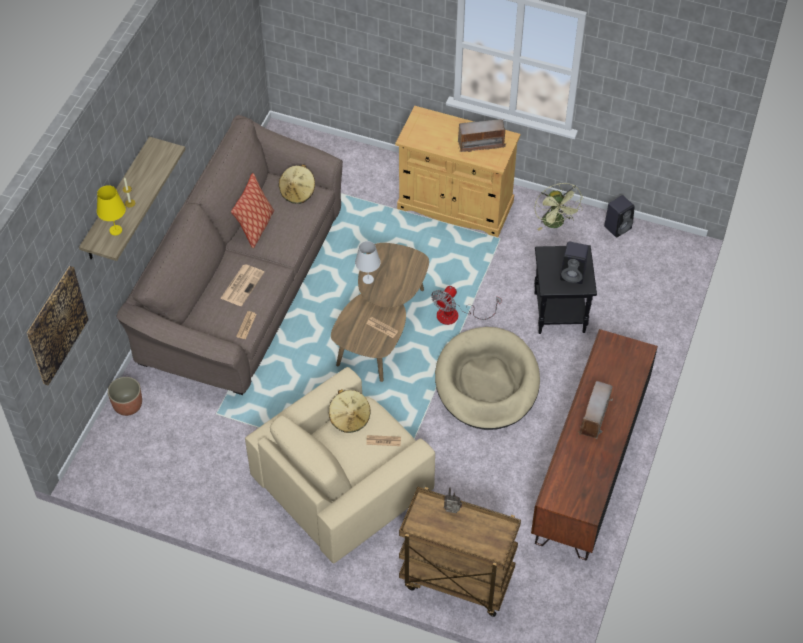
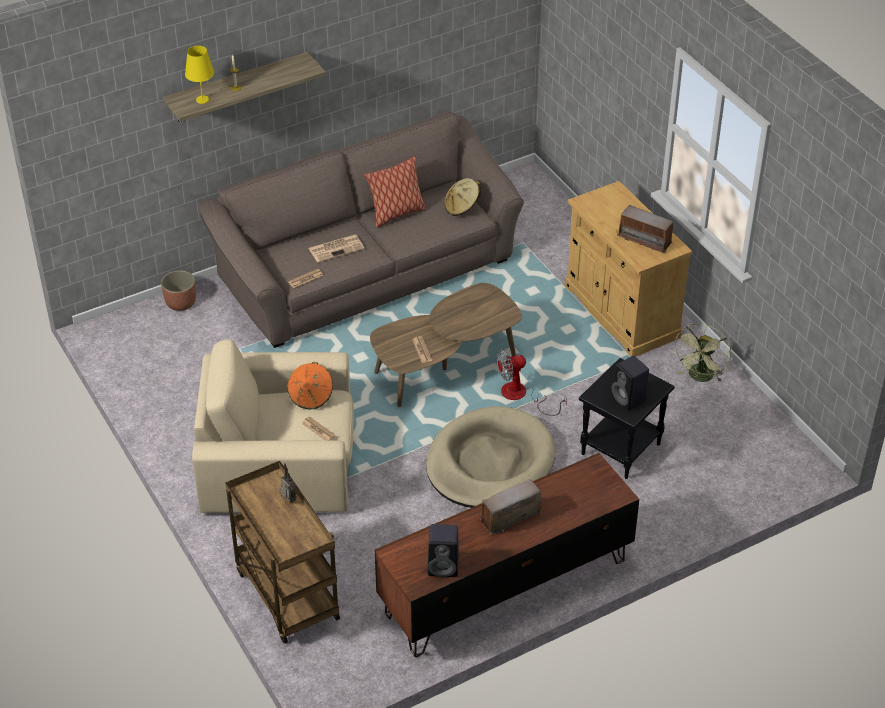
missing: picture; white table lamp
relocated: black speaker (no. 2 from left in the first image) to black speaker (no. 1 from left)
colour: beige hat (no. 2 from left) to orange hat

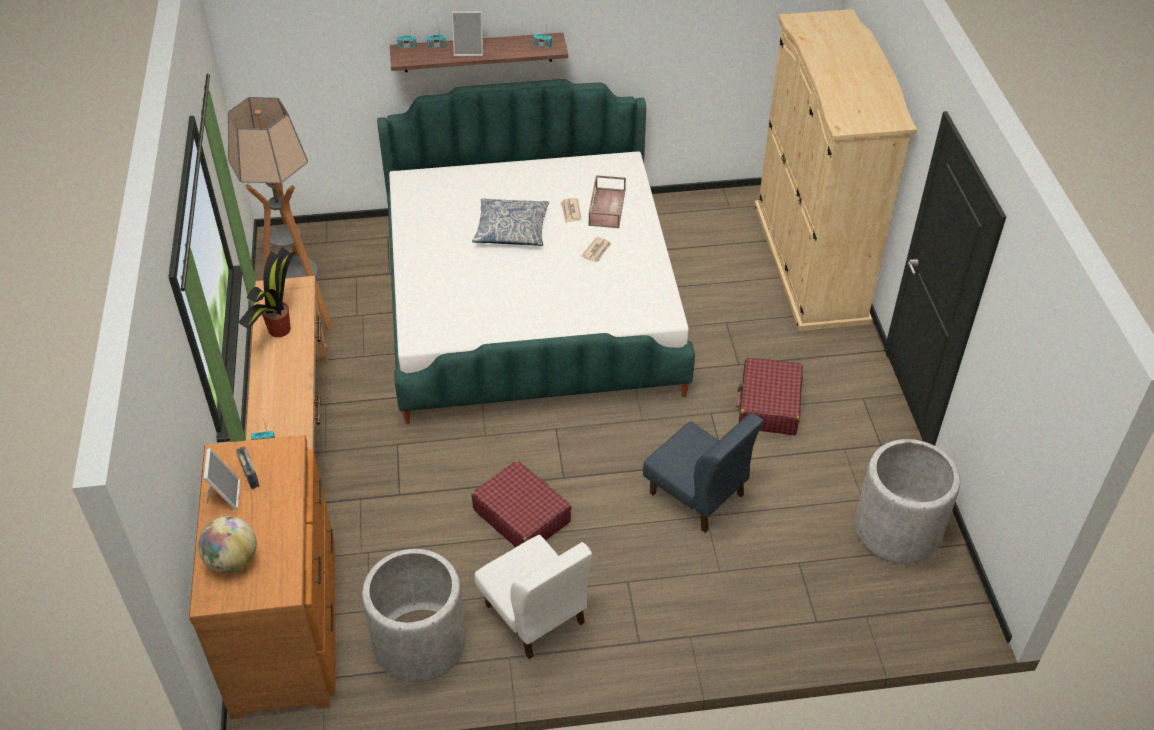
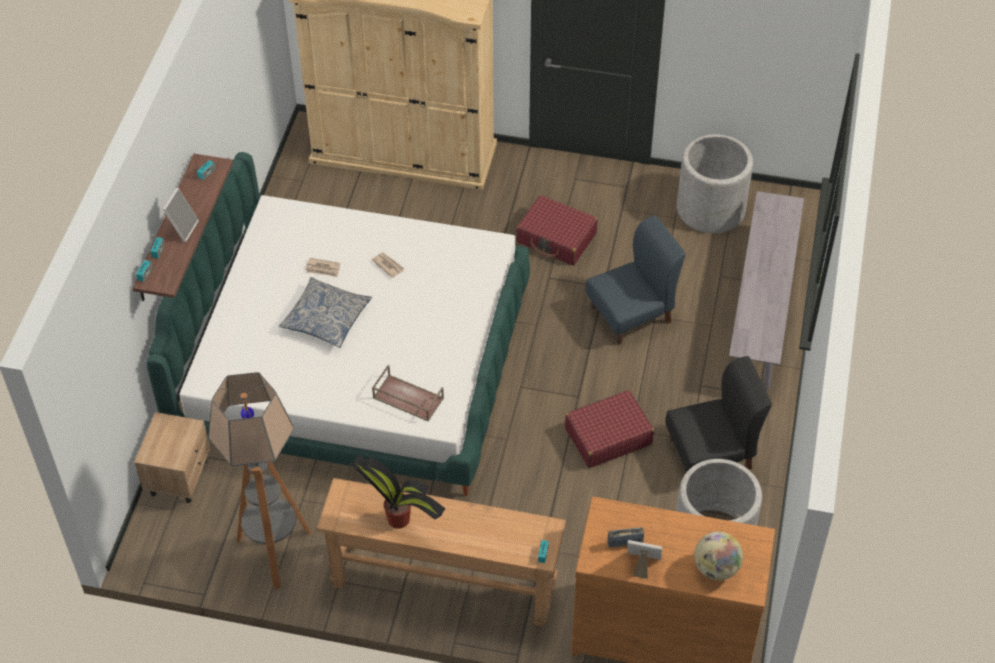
appeared: beige nightstand; grey bench
relocated: brown tray
colour: white chair to black chair

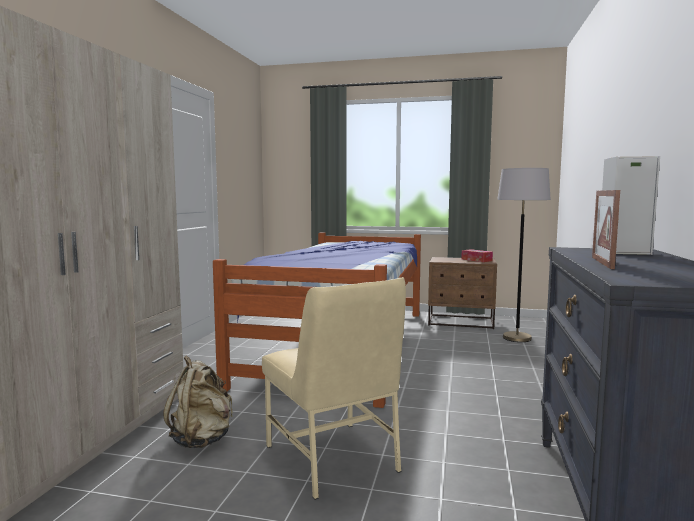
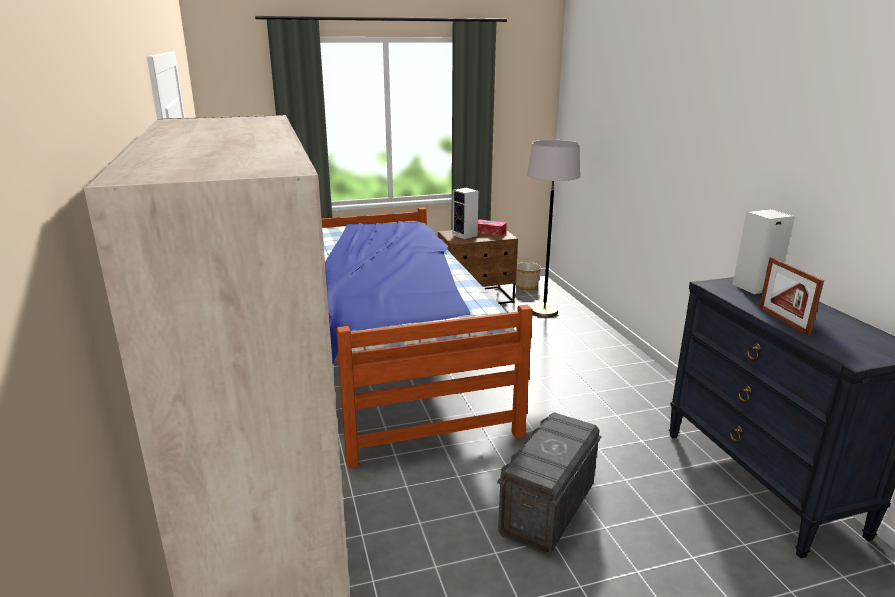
missing: beige backpack
appeared: speaker (no. 1 from left); planter
exchanged: beige chair to grey storage box

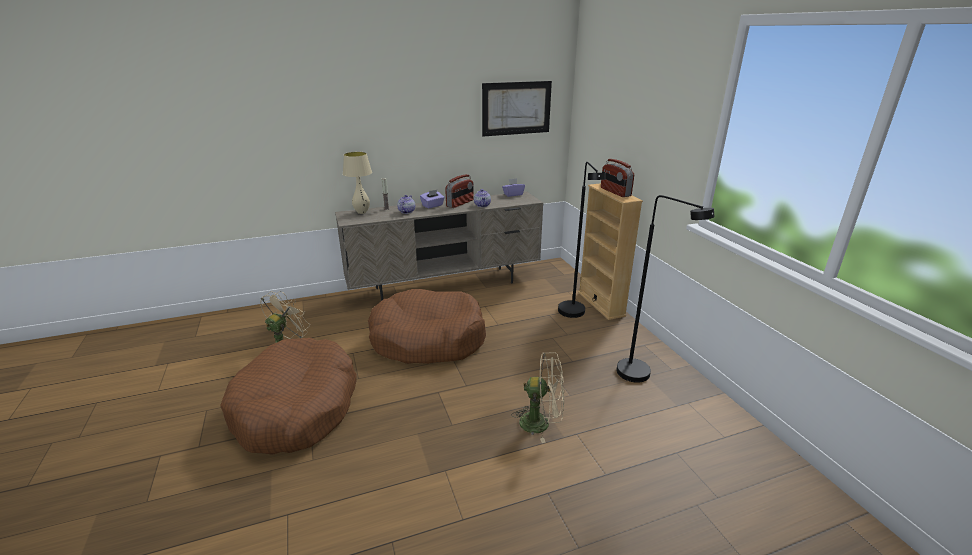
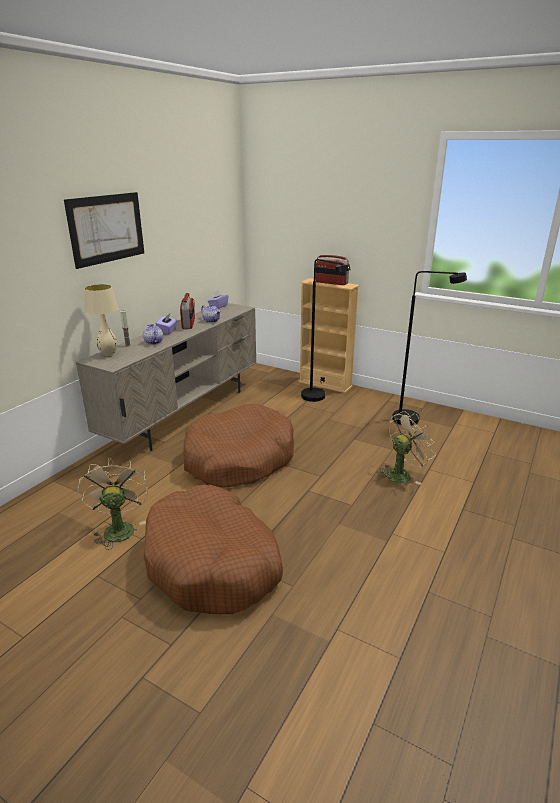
relocated: picture

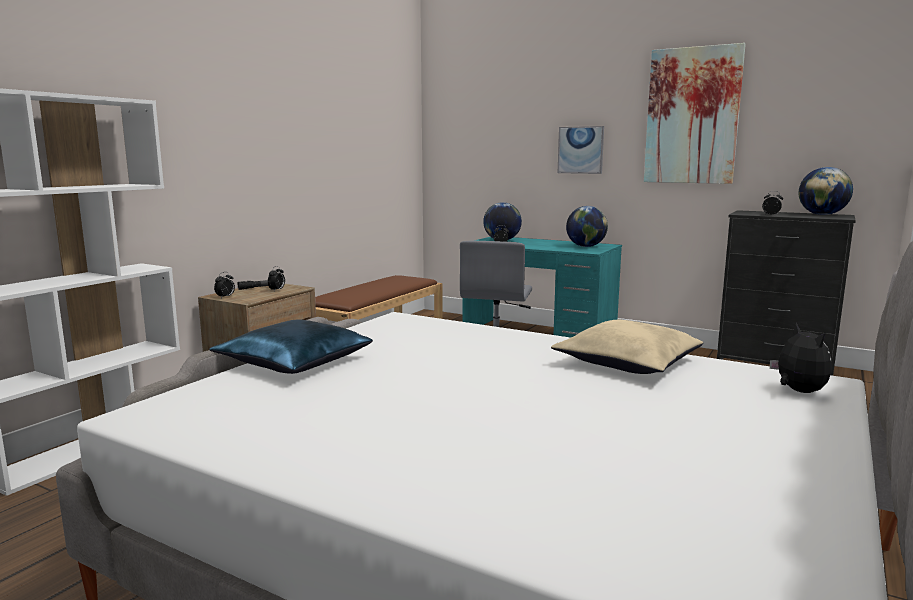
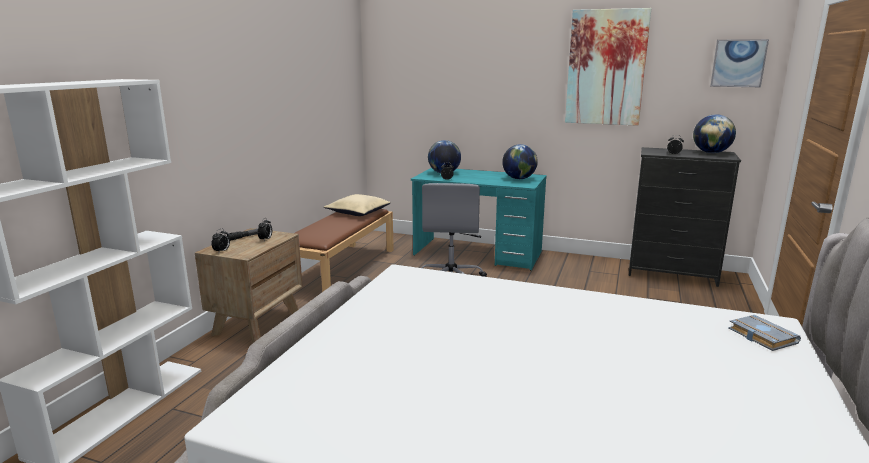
missing: blue pillow
relocated: beige pillow; picture (no. 1 from left in the first image) to picture (no. 2 from left)
exchanged: plush toy to grey book

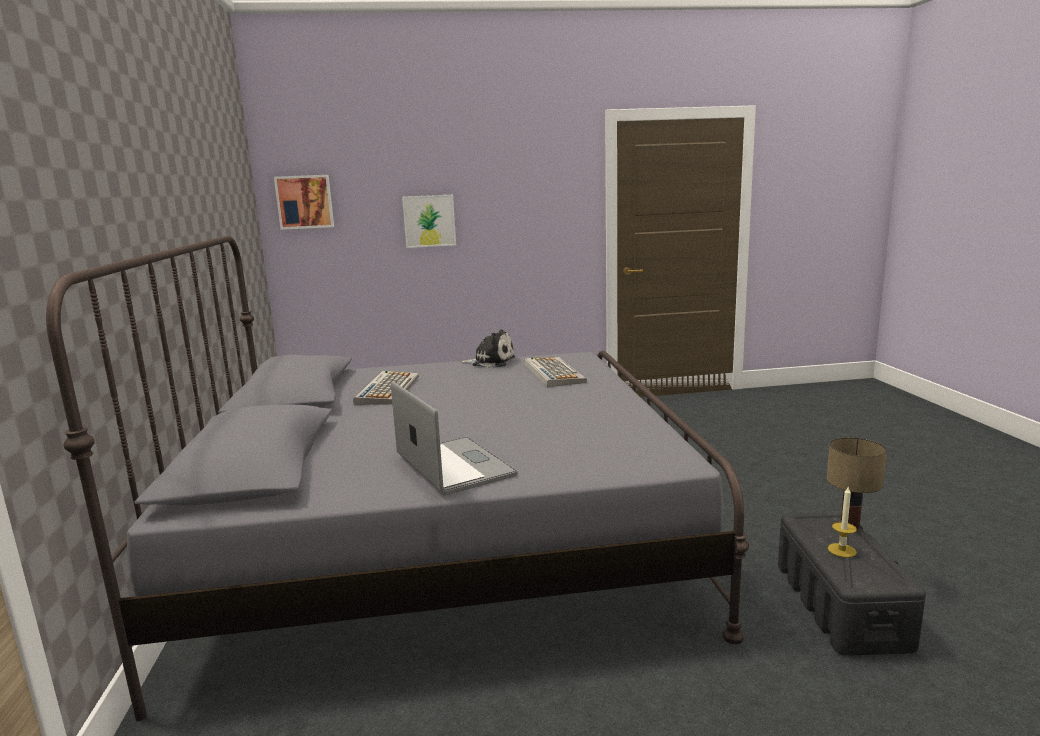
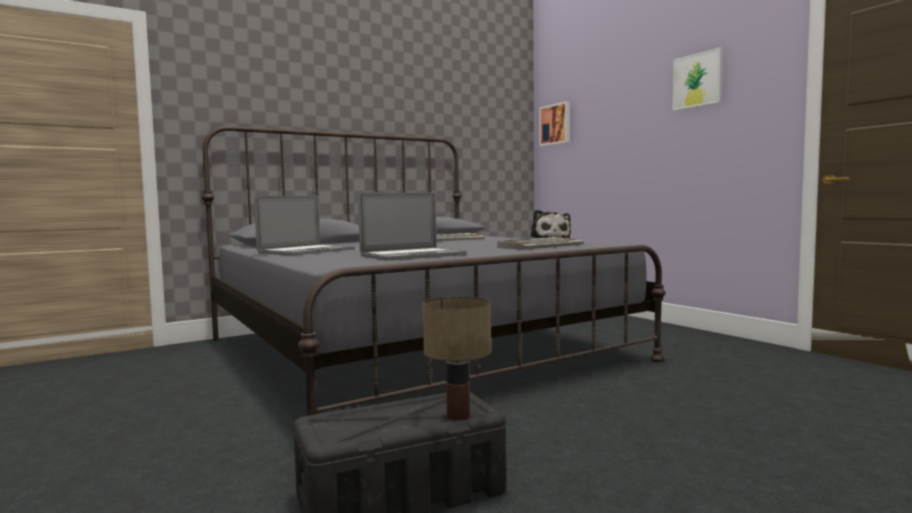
missing: candle
appeared: laptop (no. 2 from left)
relocated: picture (no. 2 from left)

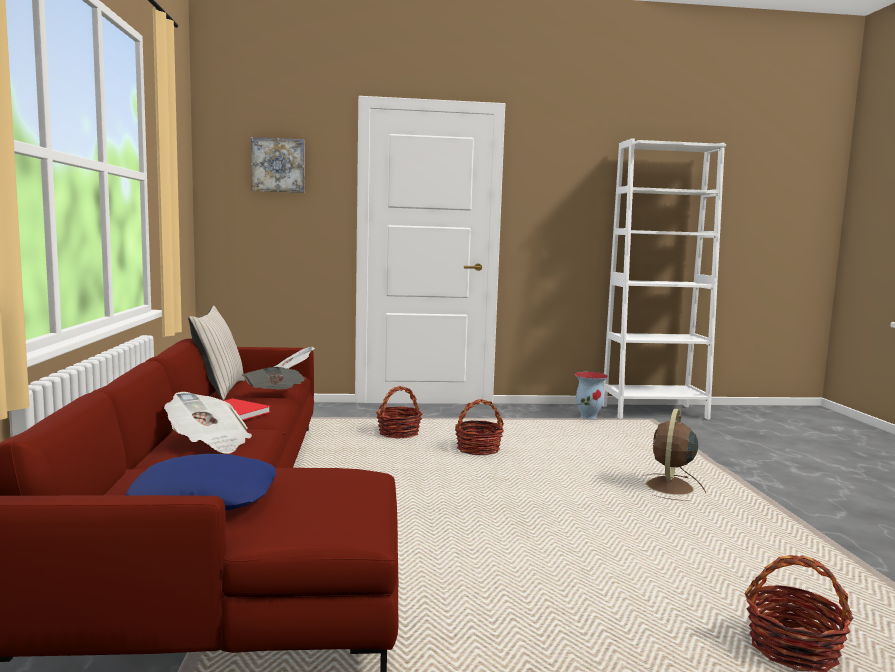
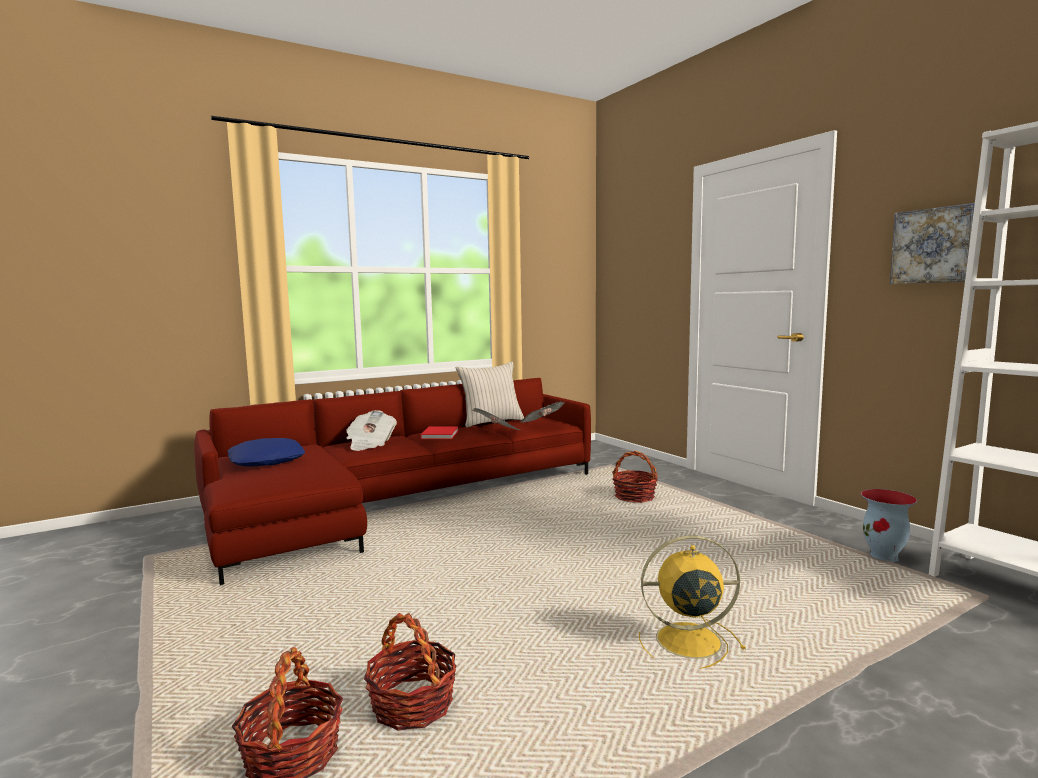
relocated: picture; basket (no. 2 from left)
colour: brown fan to yellow fan

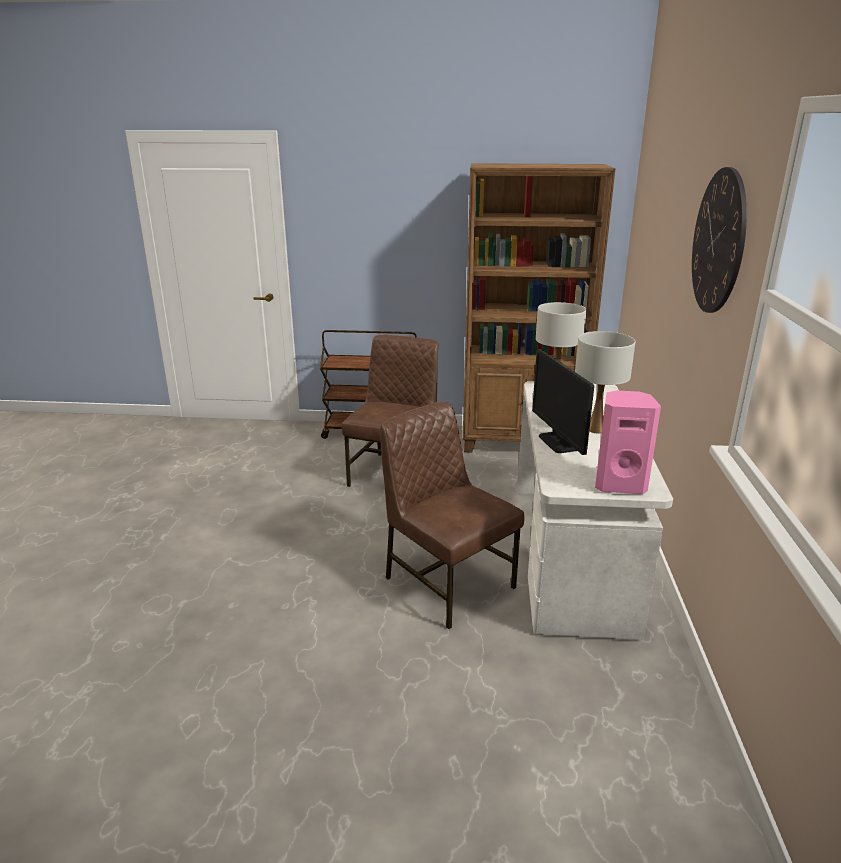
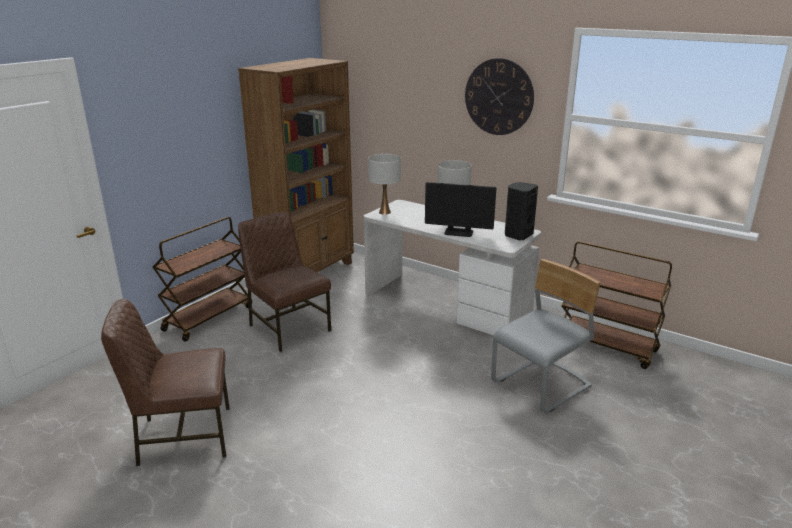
appeared: grey chair; brown cart (no. 2 from left)
relocated: brown chair (no. 2 from left in the first image) to brown chair (no. 1 from left)
colour: pink speaker to black speaker

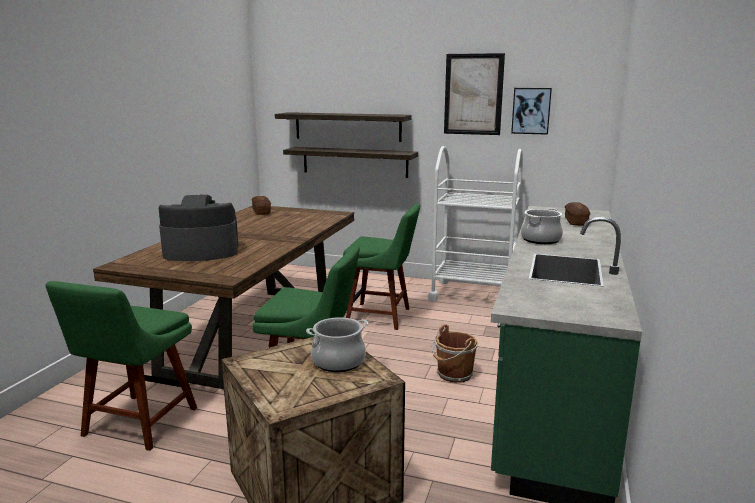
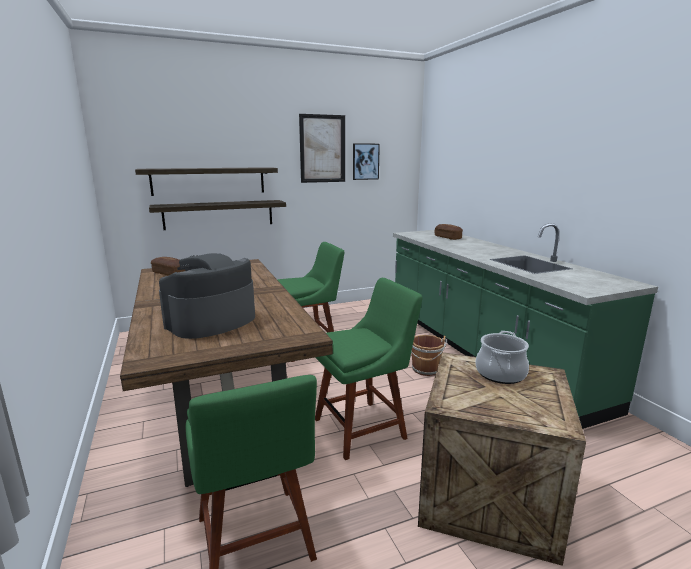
missing: white cart; cooking pot (no. 2 from left)

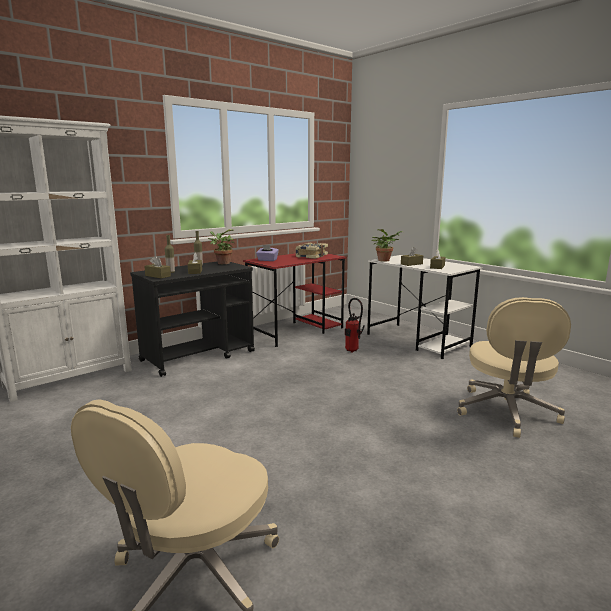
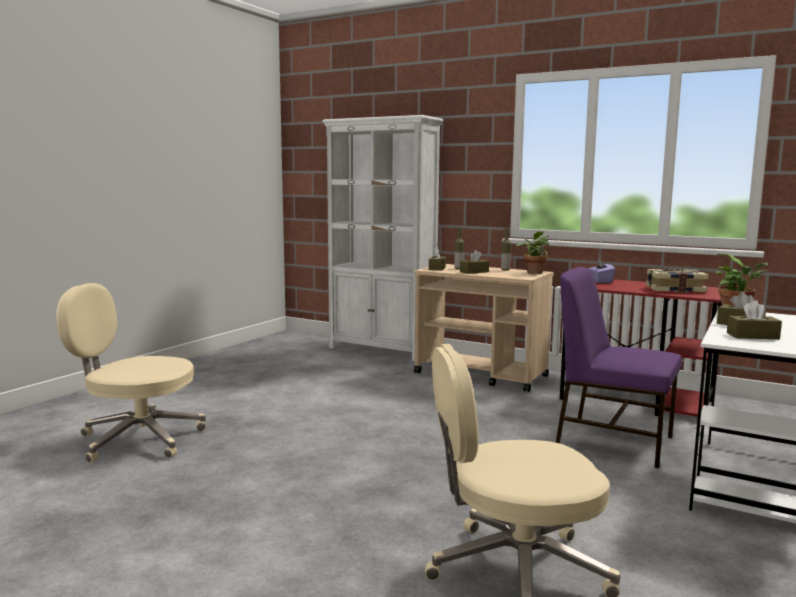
exchanged: fire extinguisher to purple chair
colour: black cart to beige cart

